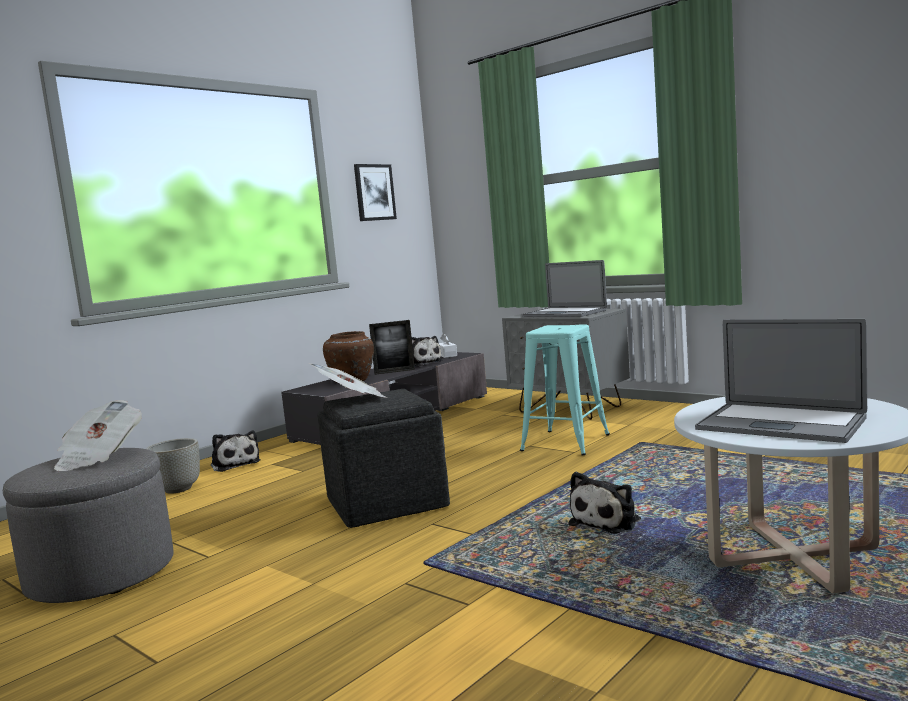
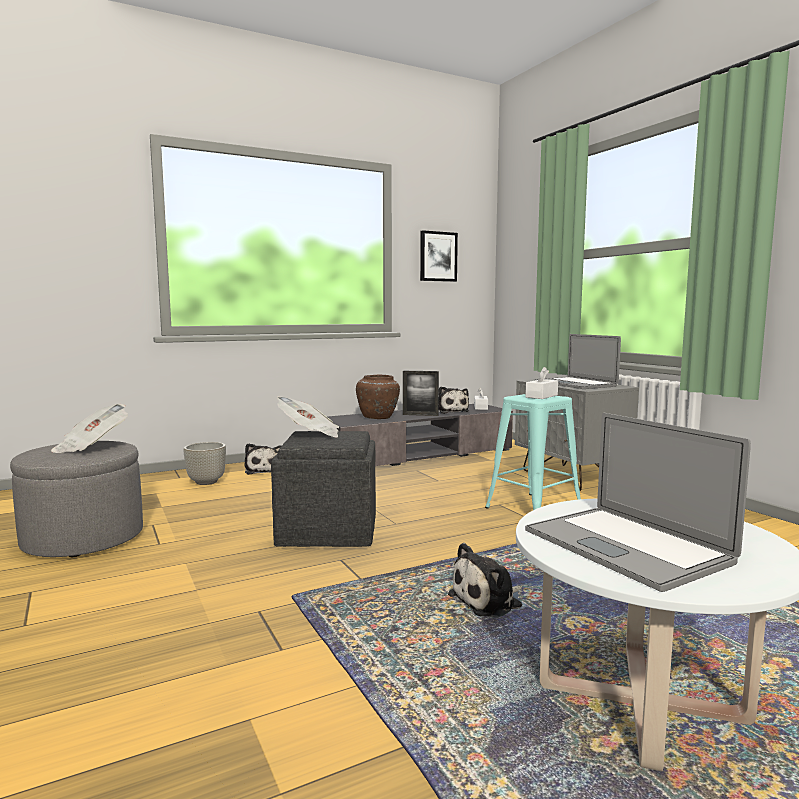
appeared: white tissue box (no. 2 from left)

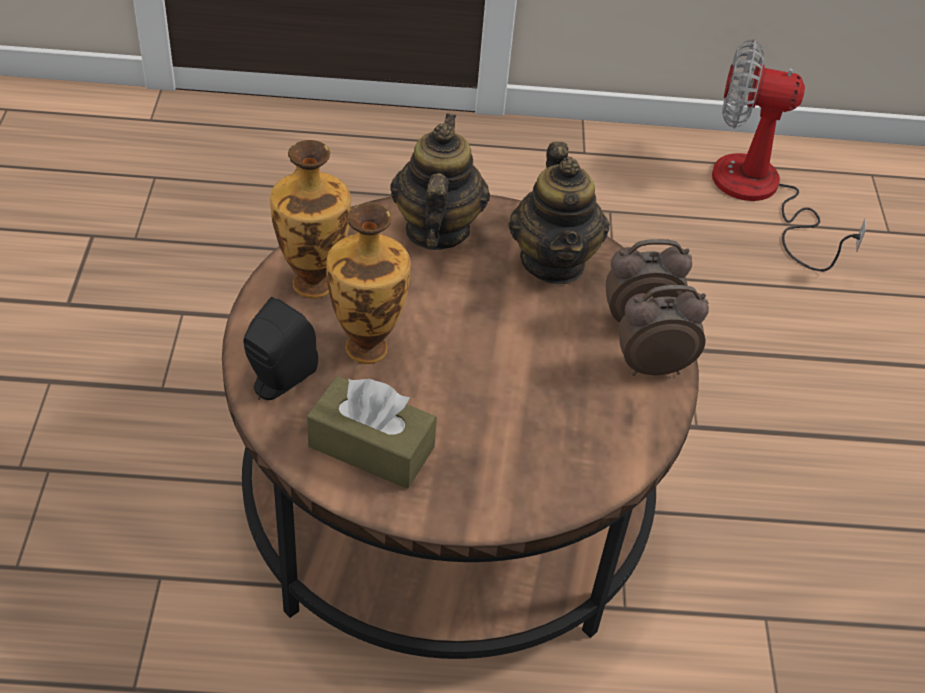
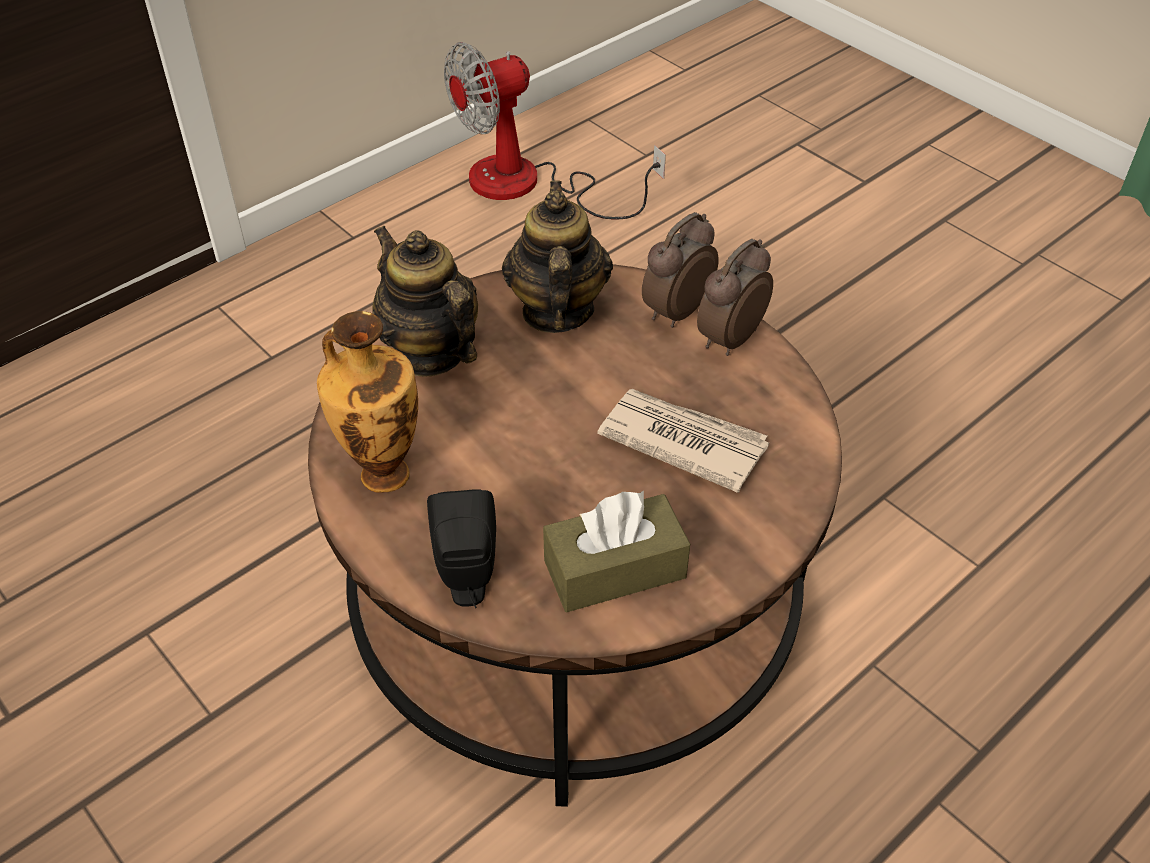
missing: vase (no. 2 from left)
appeared: newspaper
spun: teapot (no. 2 from left) 135 degrees counterclockwise

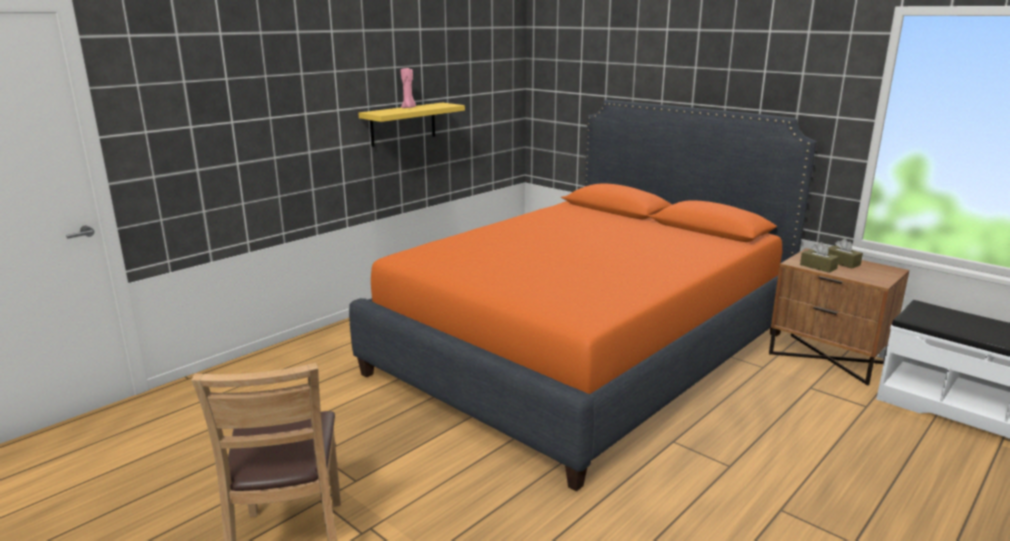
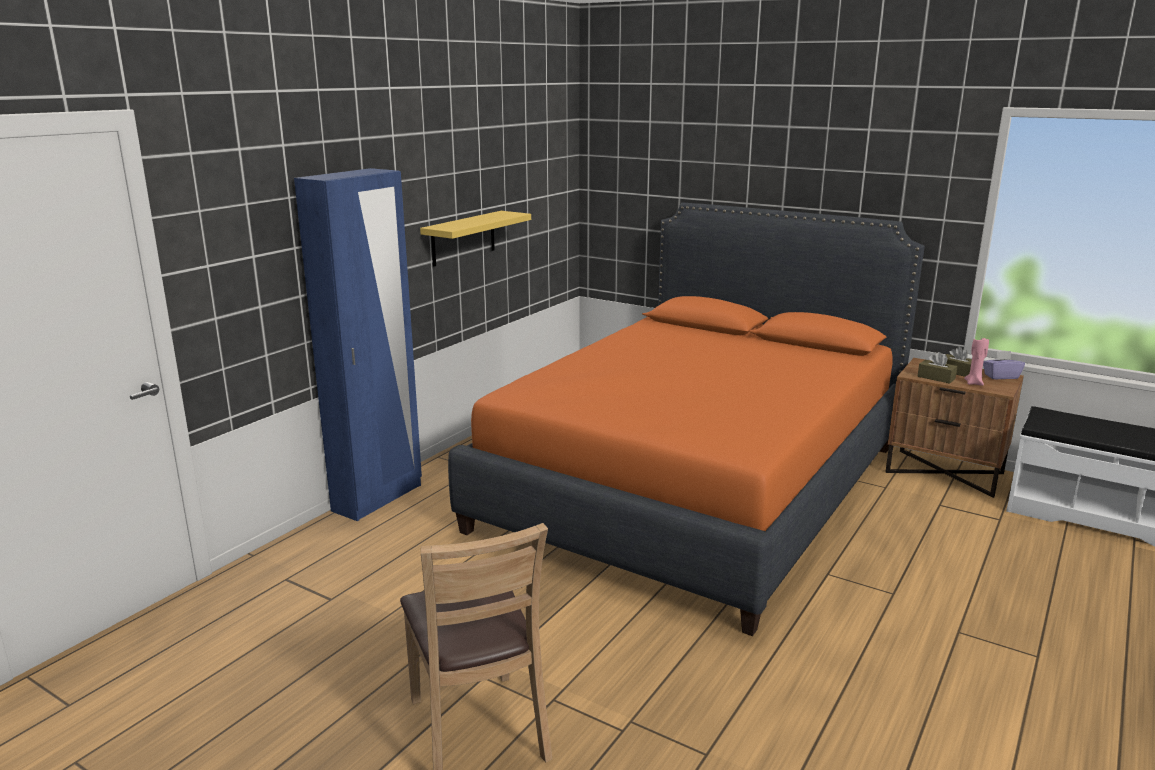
appeared: blue wardrobe; purple tissue box
relocated: pink candle

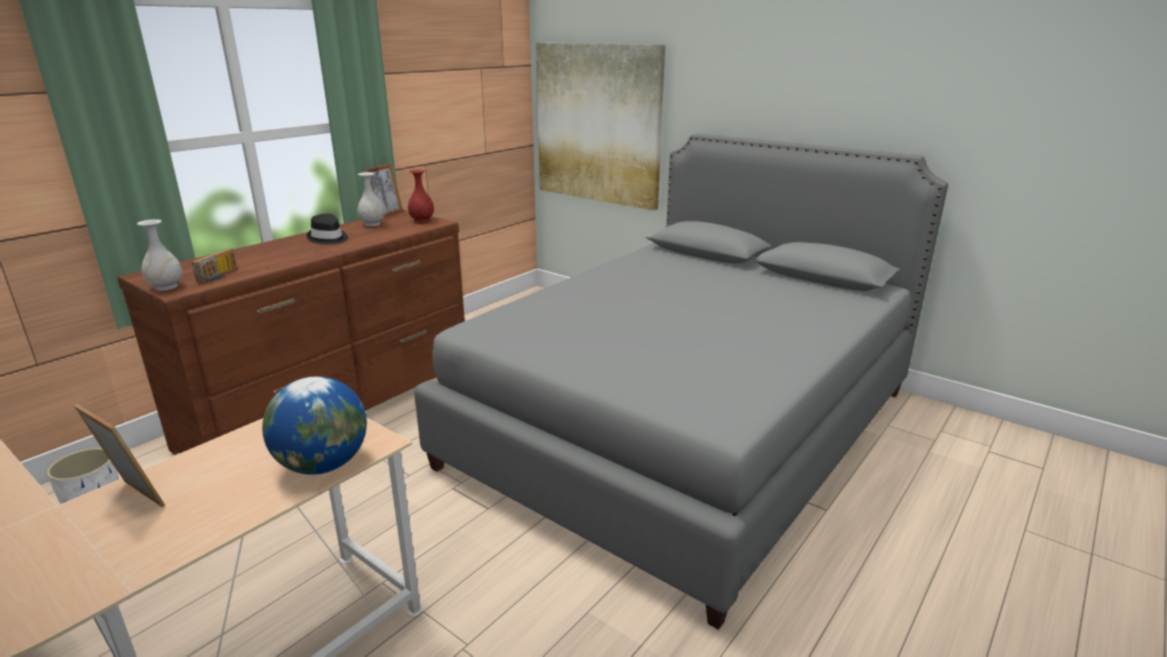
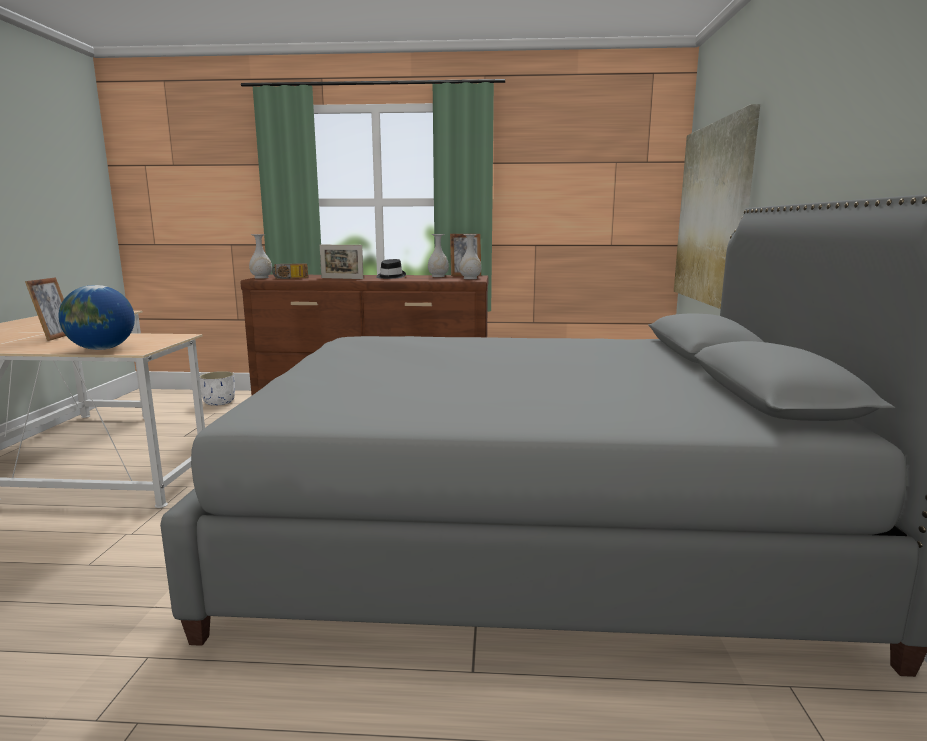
appeared: picture frame (no. 2 from left)
colour: red vase to white vase (no. 3 from left)

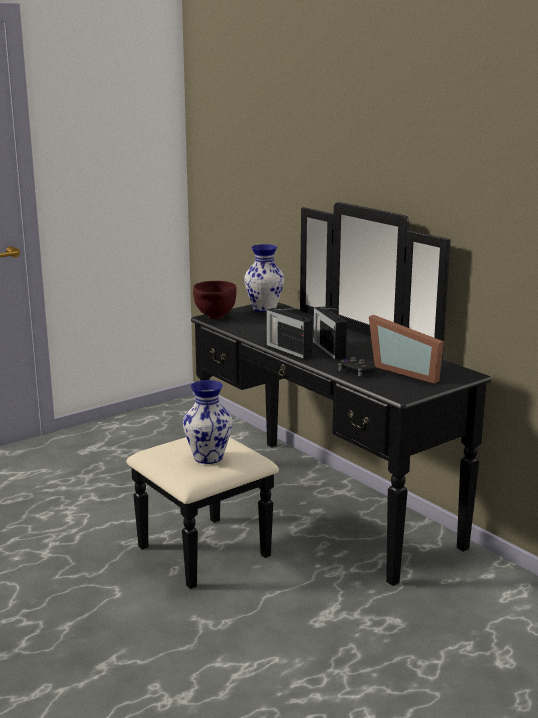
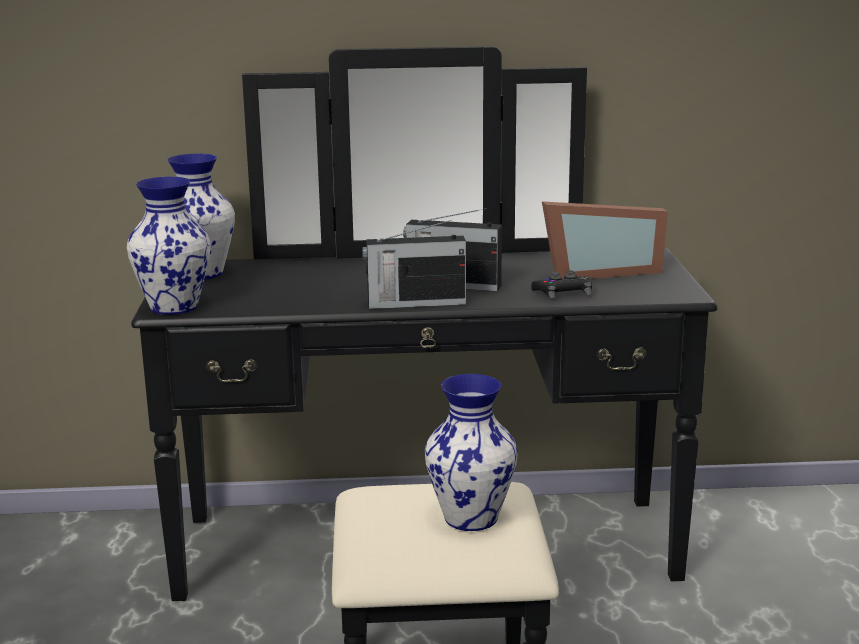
exchanged: brown bowl to vase (no. 1 from left)

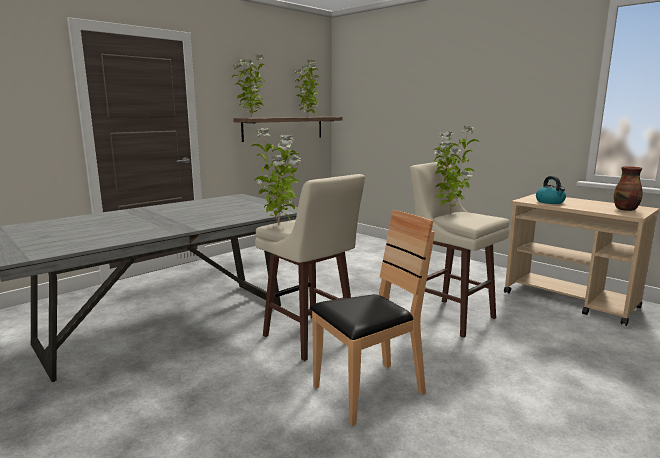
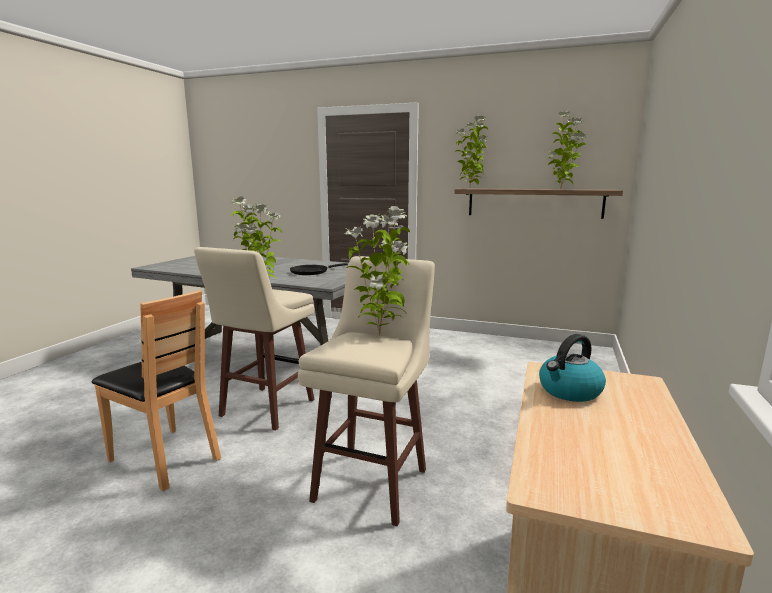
missing: vase
appeared: black frying pan

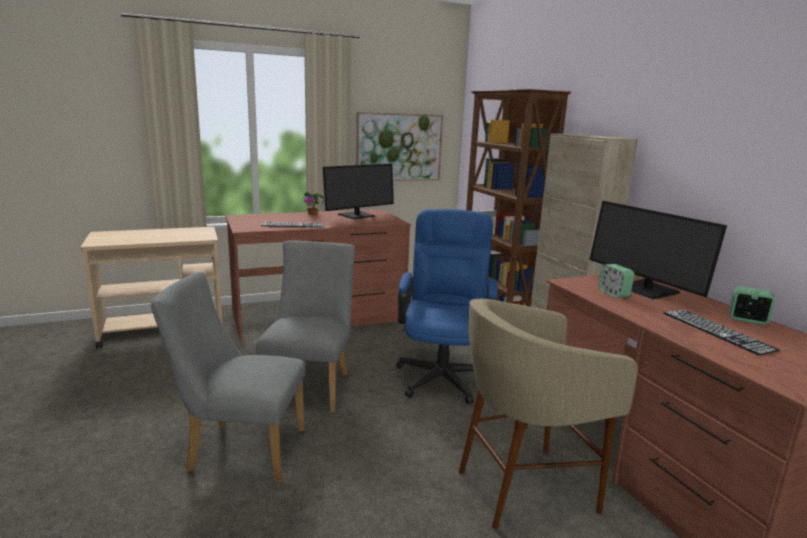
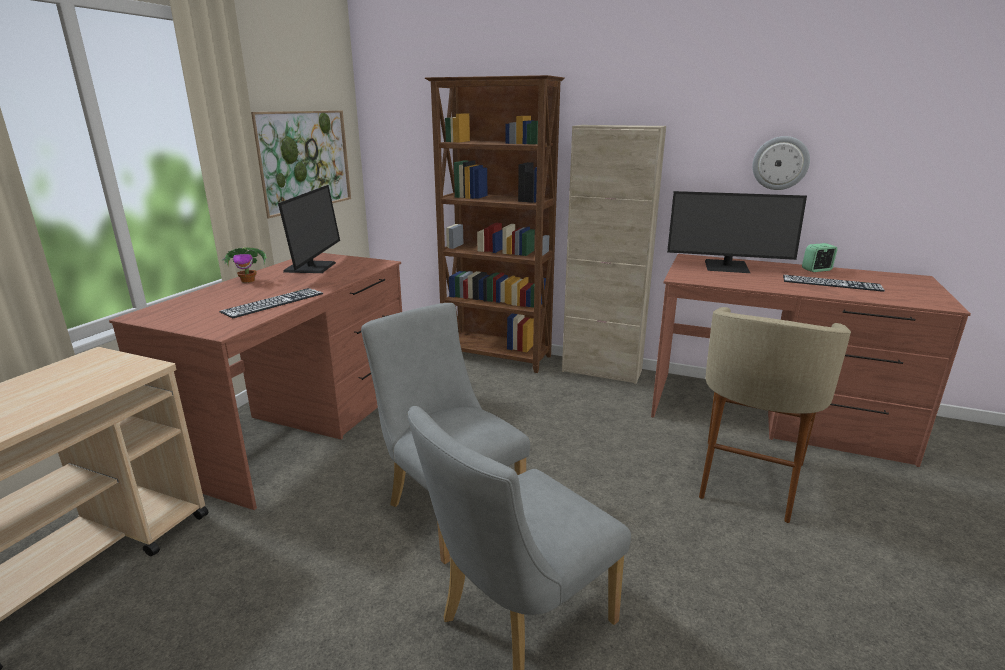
missing: blue office chair; alarm clock (no. 1 from left)
appeared: wall clock

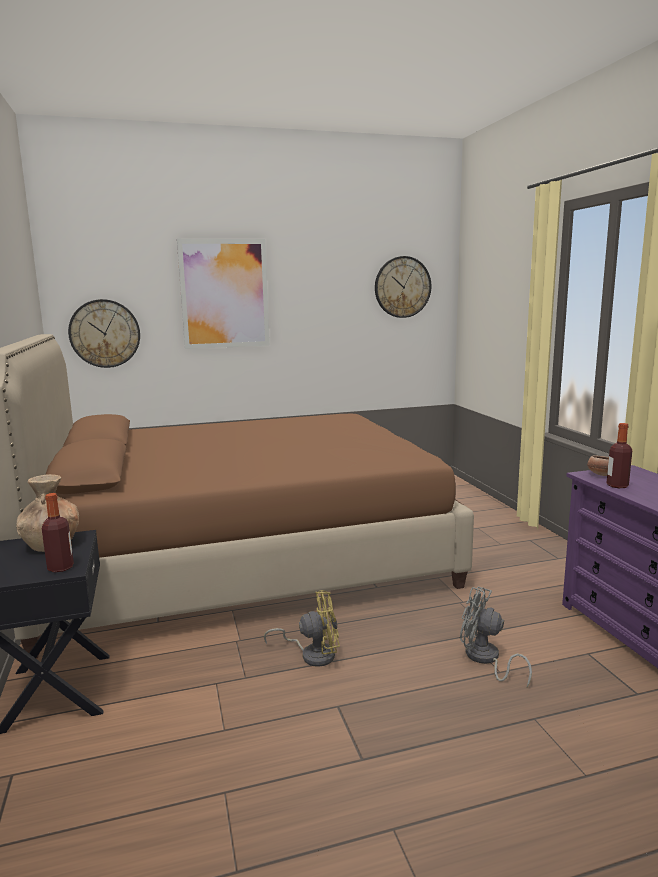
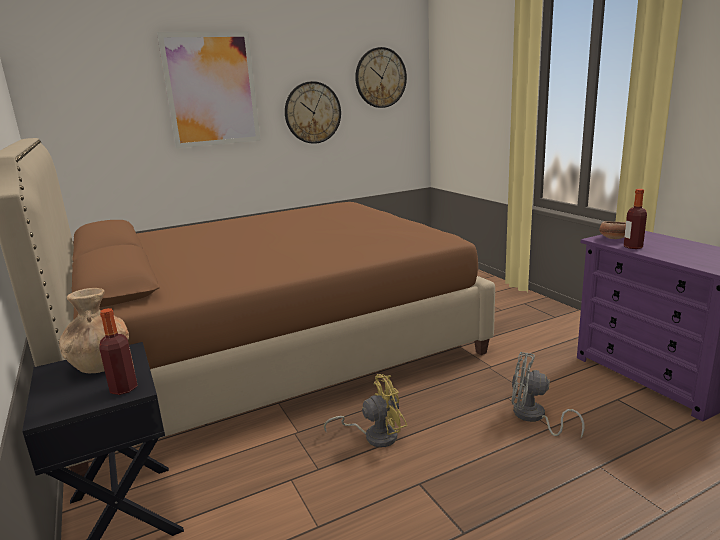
relocated: wall clock (no. 1 from left)

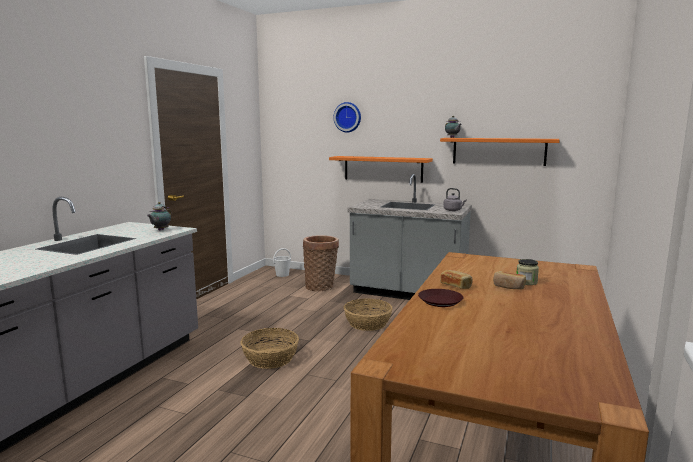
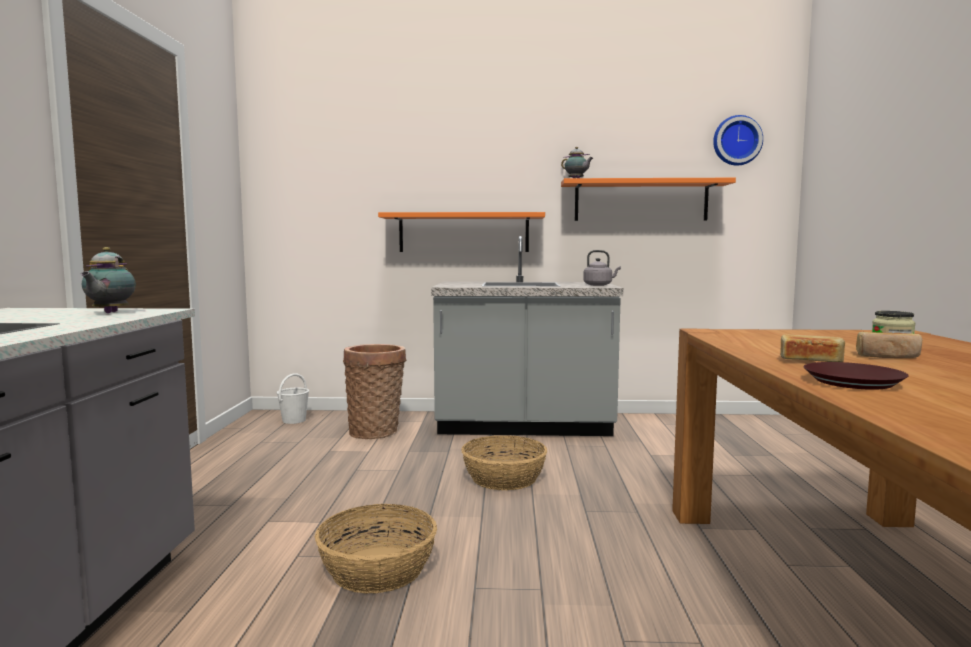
relocated: wall clock

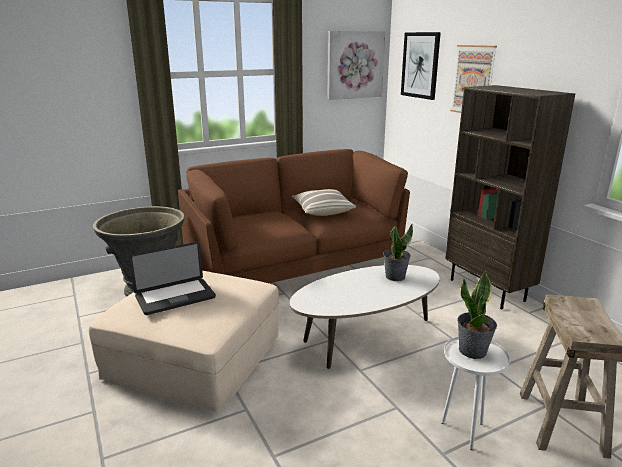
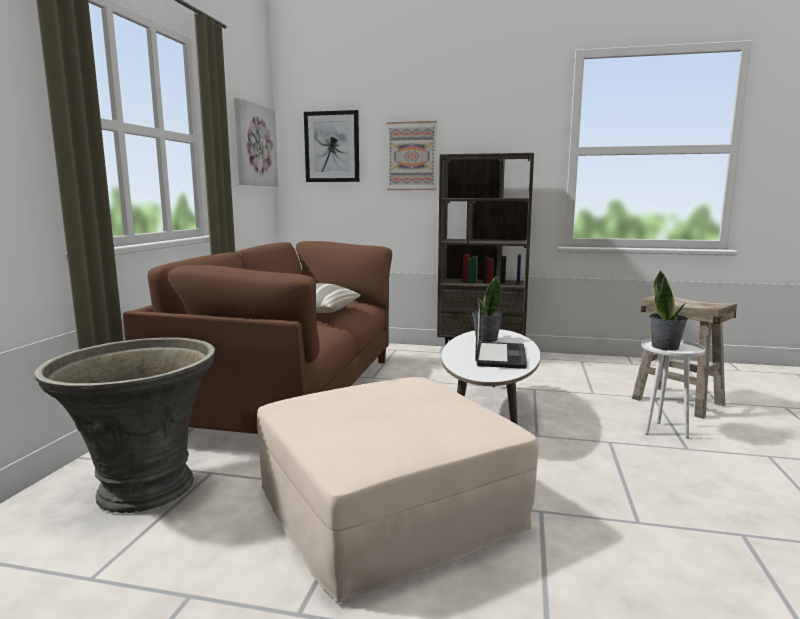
relocated: laptop

